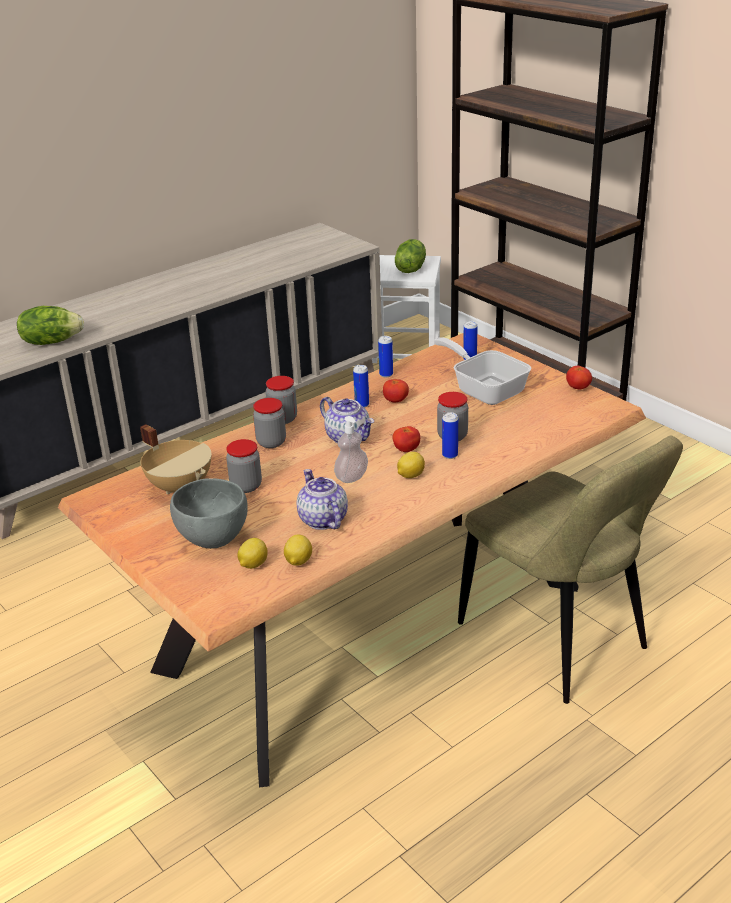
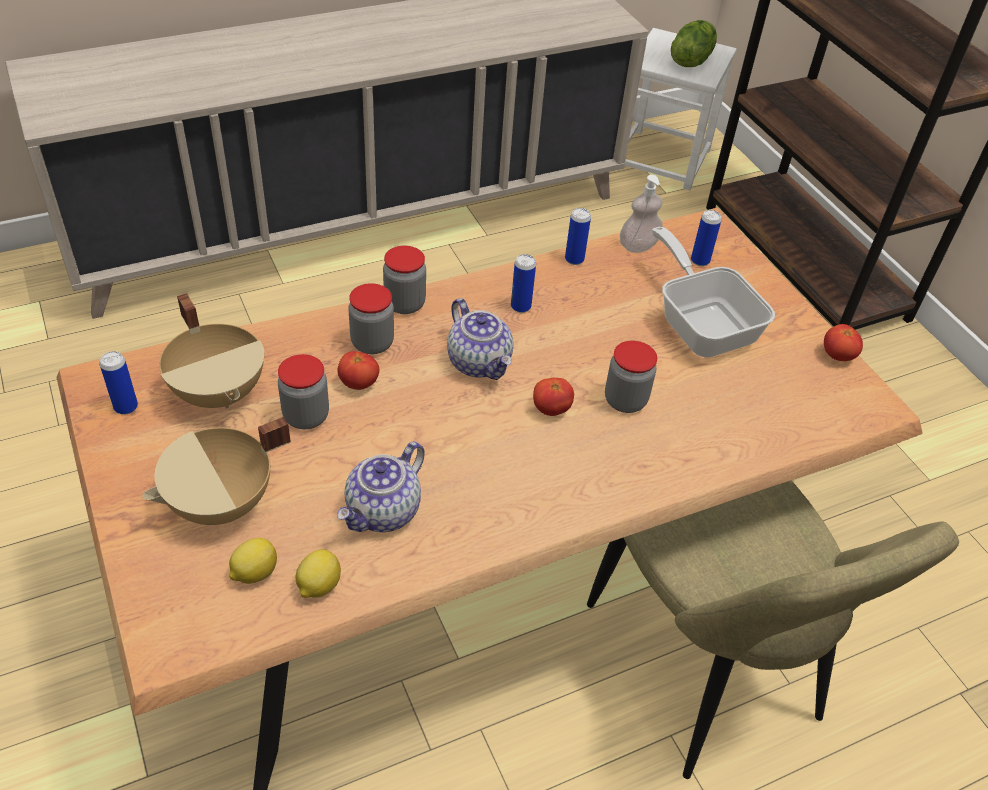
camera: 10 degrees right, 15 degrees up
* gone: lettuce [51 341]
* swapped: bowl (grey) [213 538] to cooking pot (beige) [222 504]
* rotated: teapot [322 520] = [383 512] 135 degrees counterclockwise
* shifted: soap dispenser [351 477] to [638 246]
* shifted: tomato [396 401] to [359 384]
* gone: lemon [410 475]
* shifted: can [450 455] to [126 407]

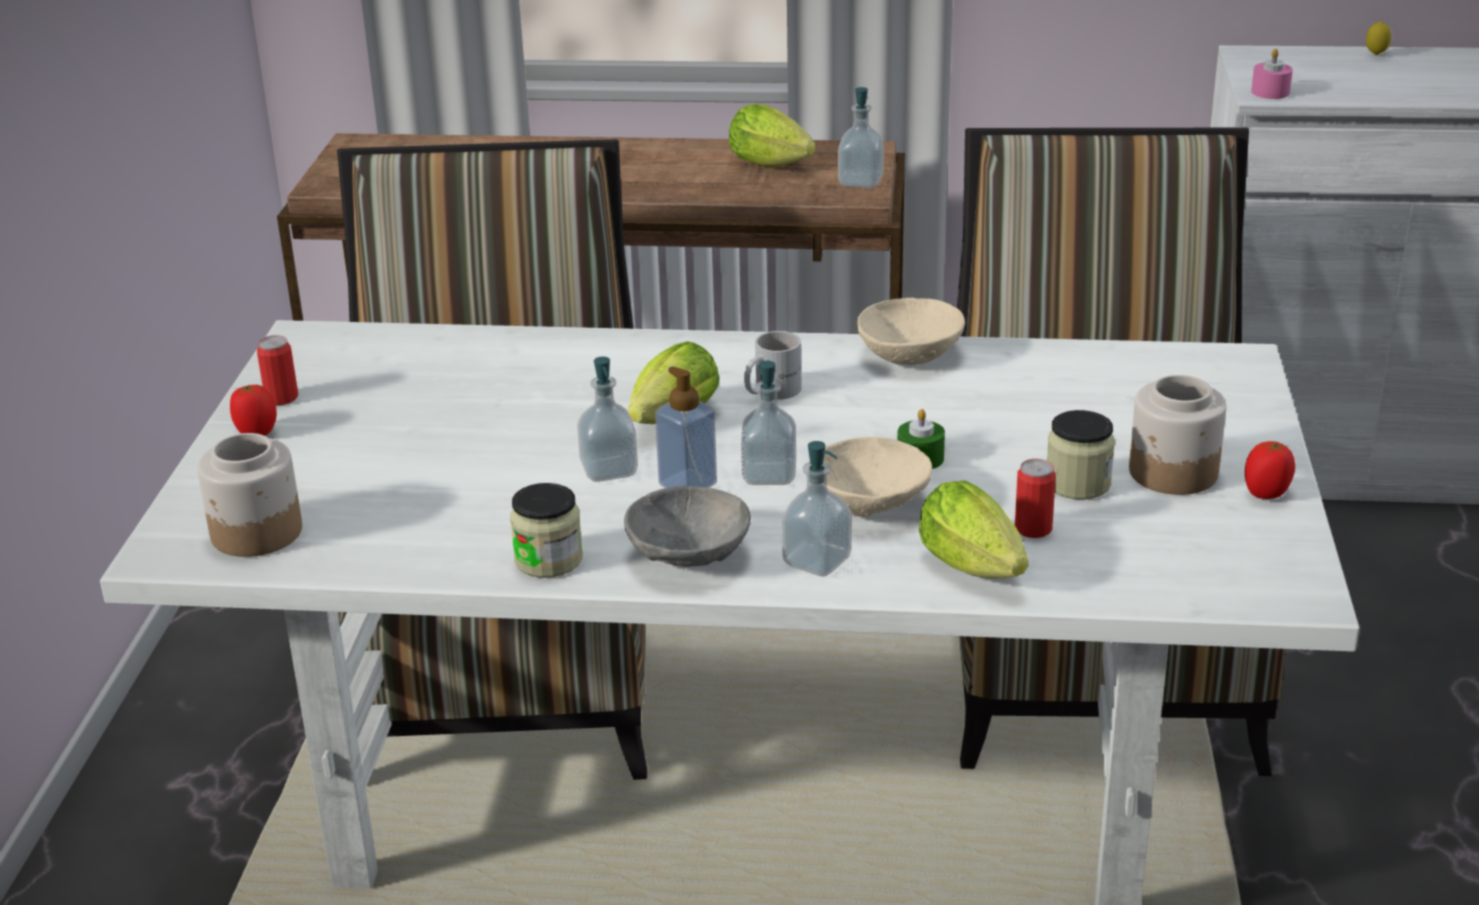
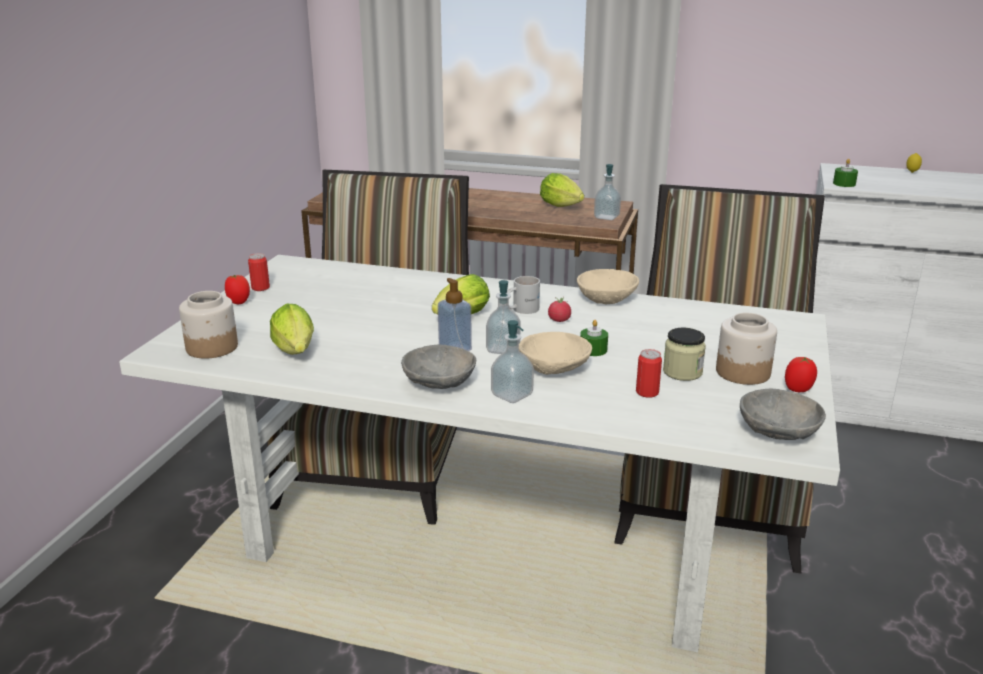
camera: 10 degrees right, 5 degrees down
* gone: jar [548 560]
* gone: soap dispenser [609 470]
* shifted: lettuce [977 570] to [296 352]
* repainted: candle (pink) [1270 92] to candle (green) [844 184]
* new: tomato [559 320]
* new: bowl (grey) [778 435]

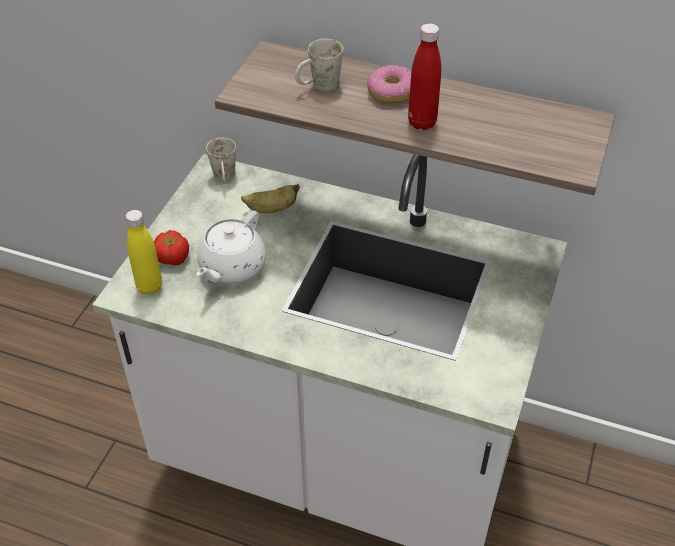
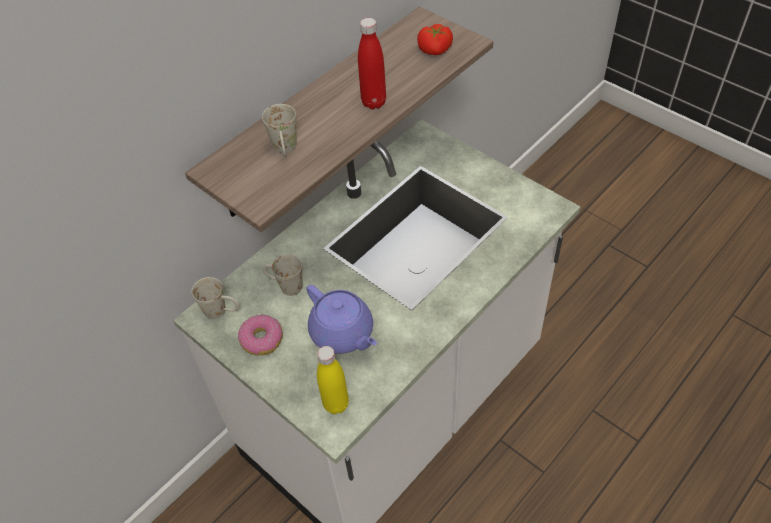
camera: 65 degrees left, 5 degrees up
* shifted: tomato [172 257] to [435 50]
* repainted: teapot (white) [231 267] to teapot (purple) [343 333]
* swapped: banana [271 209] to mug (white) [284 285]
* shifted: donut [391 92] to [261 339]

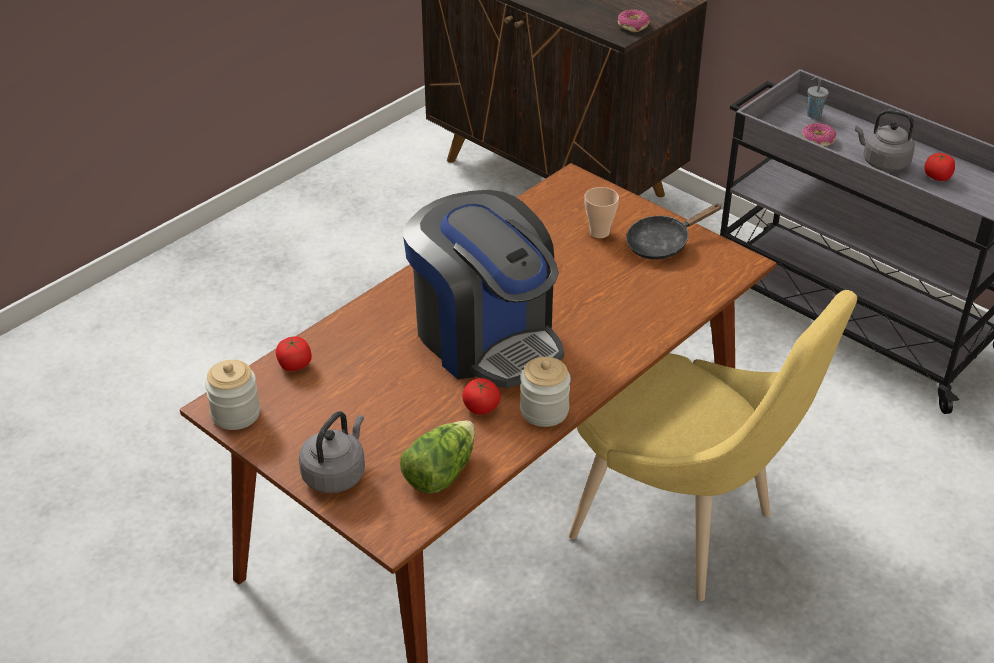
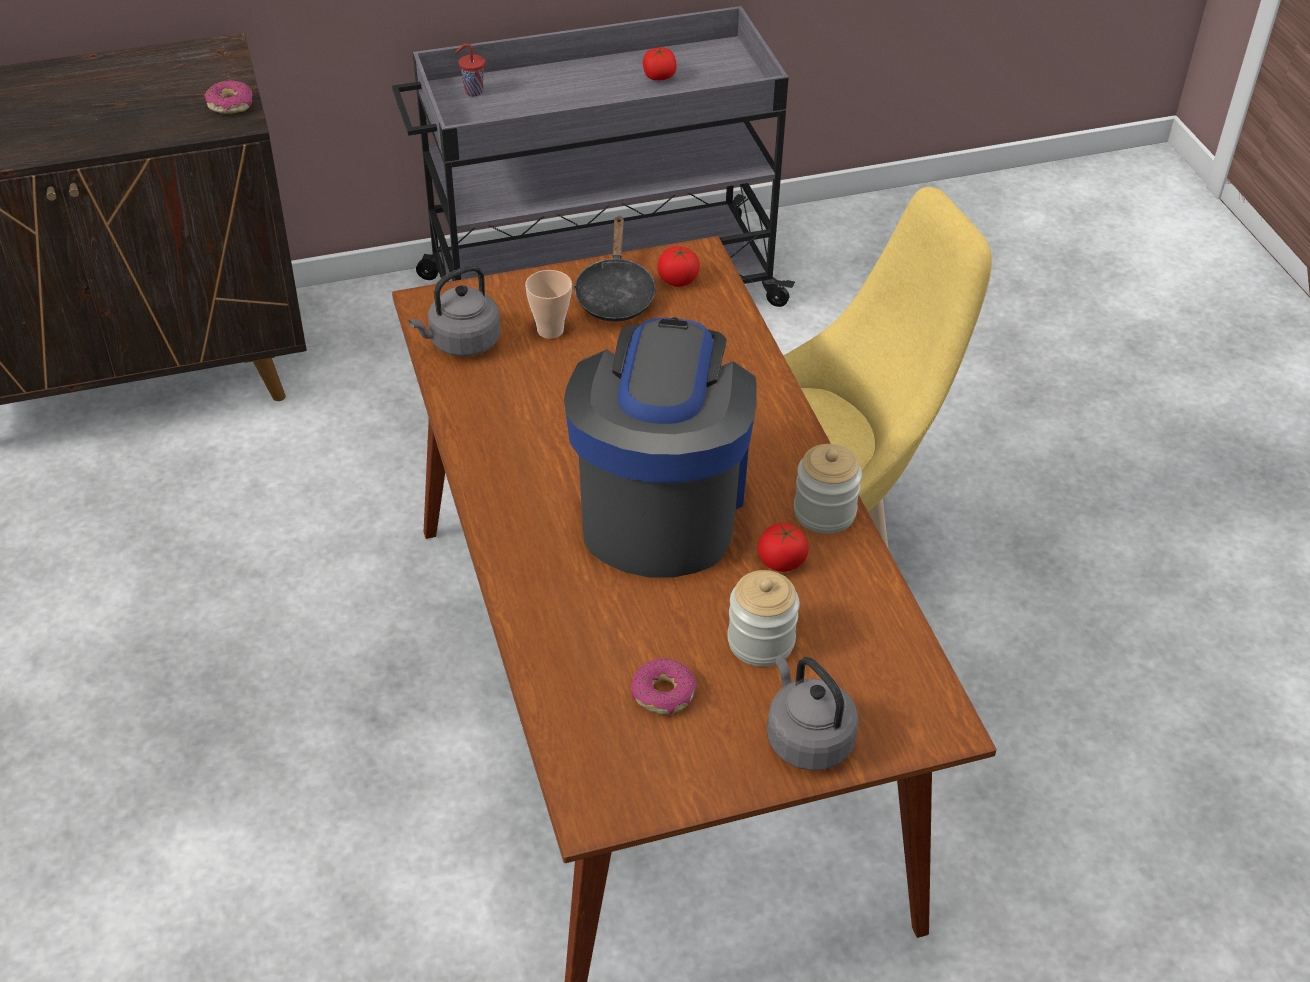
camera: 60 degrees left, 5 degrees up
* shifted: jar [235 414] to [760 642]
* shifted: tomato [294 365] to [678 280]
* gone: lettuce [440 472]
* rotated: coffee machine [486 337] = [660 504] 75 degrees counterclockwise
* shifted: donut [817 140] to [663 694]
* repainted: cup (grey) [813 114] to cup (red) [472 92]
* shifted: kettle (grey) [882 162] to [461 343]

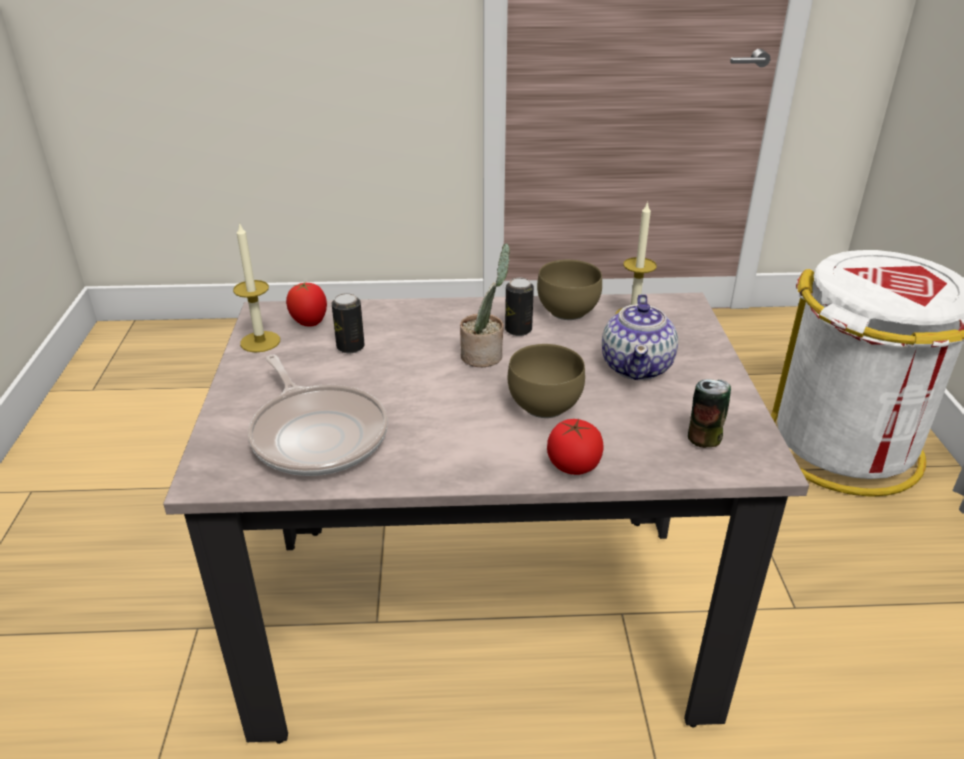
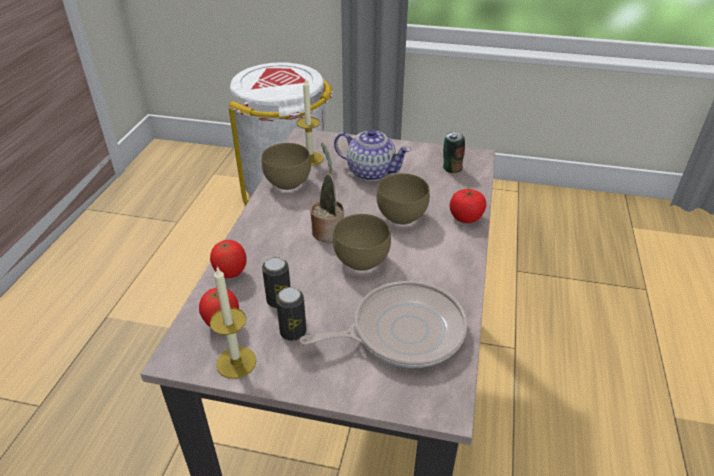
camera: 75 degrees left, 5 degrees up
* shifted: can [518 330] to [293 332]
* new: tomato [230 274]
* new: bowl (brown) [363 261]

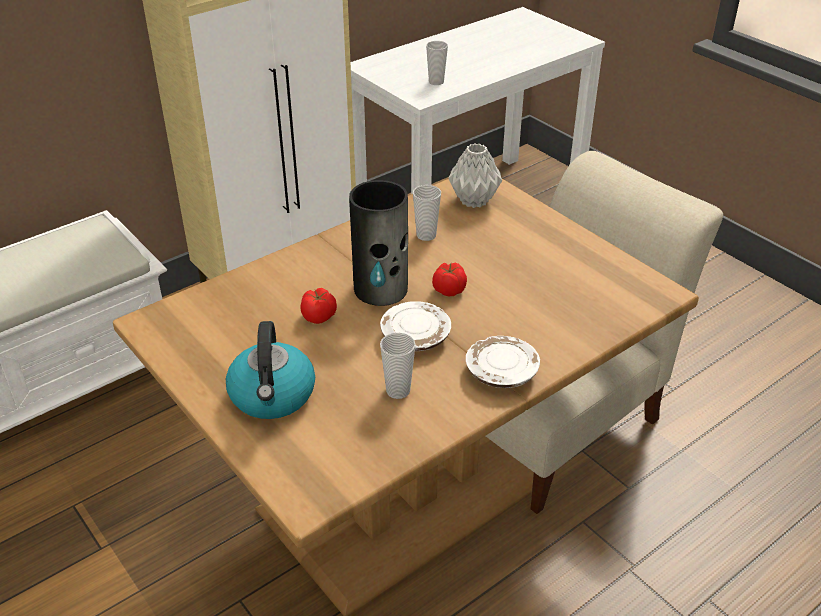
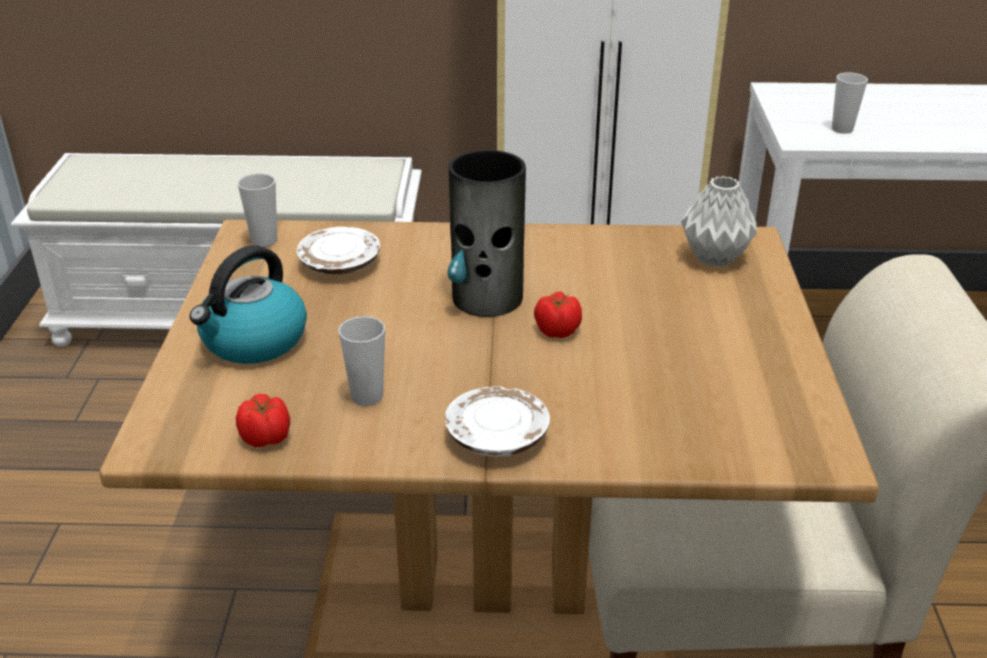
camera: 40 degrees right, 5 degrees down
* shifted: tomato [319 316] to [267 438]
* shifted: plate (white) [416 336] to [340 264]
* shifted: cup [426 235] to [264 241]

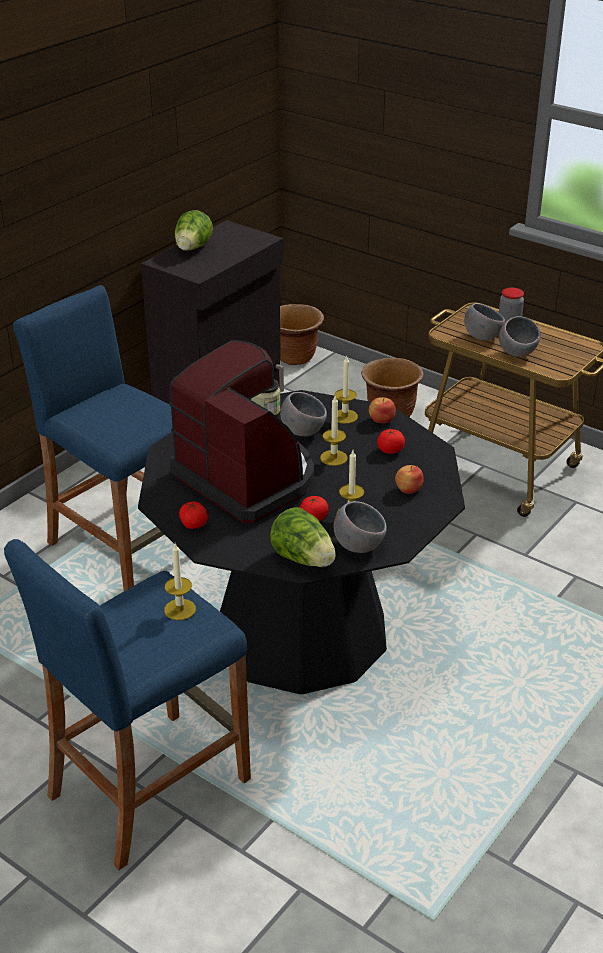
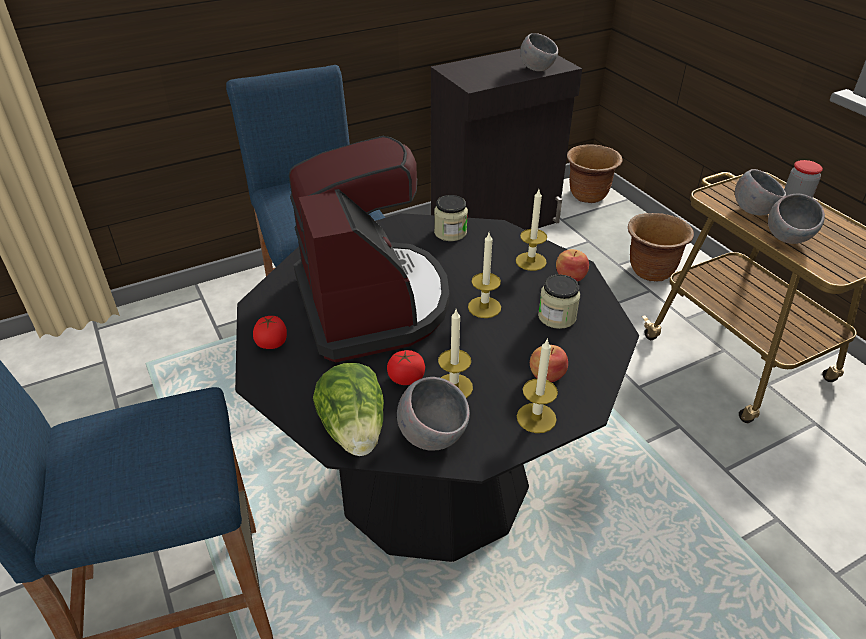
camera: 25 degrees right, 5 degrees up
* shifted: candle [180 609] to [536 418]
* gone: lettuce [192 248]
* shifted: bowl (grey) [302 431] to [536 69]
* swapped: tomato [390 450] to jar [557 317]

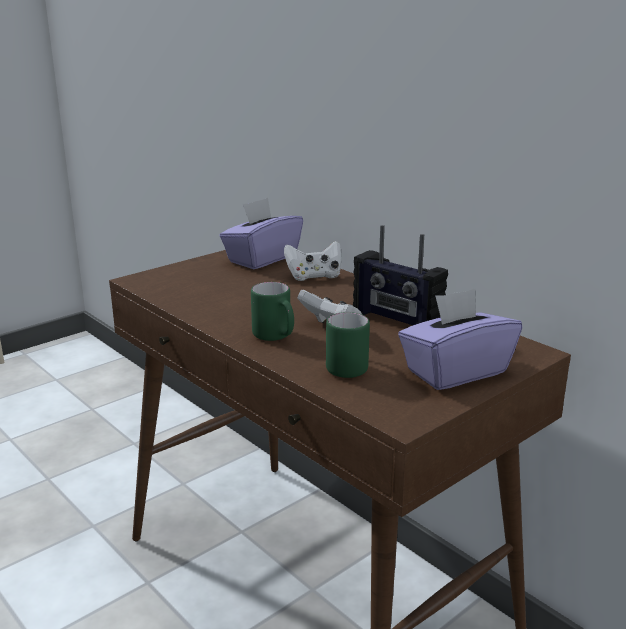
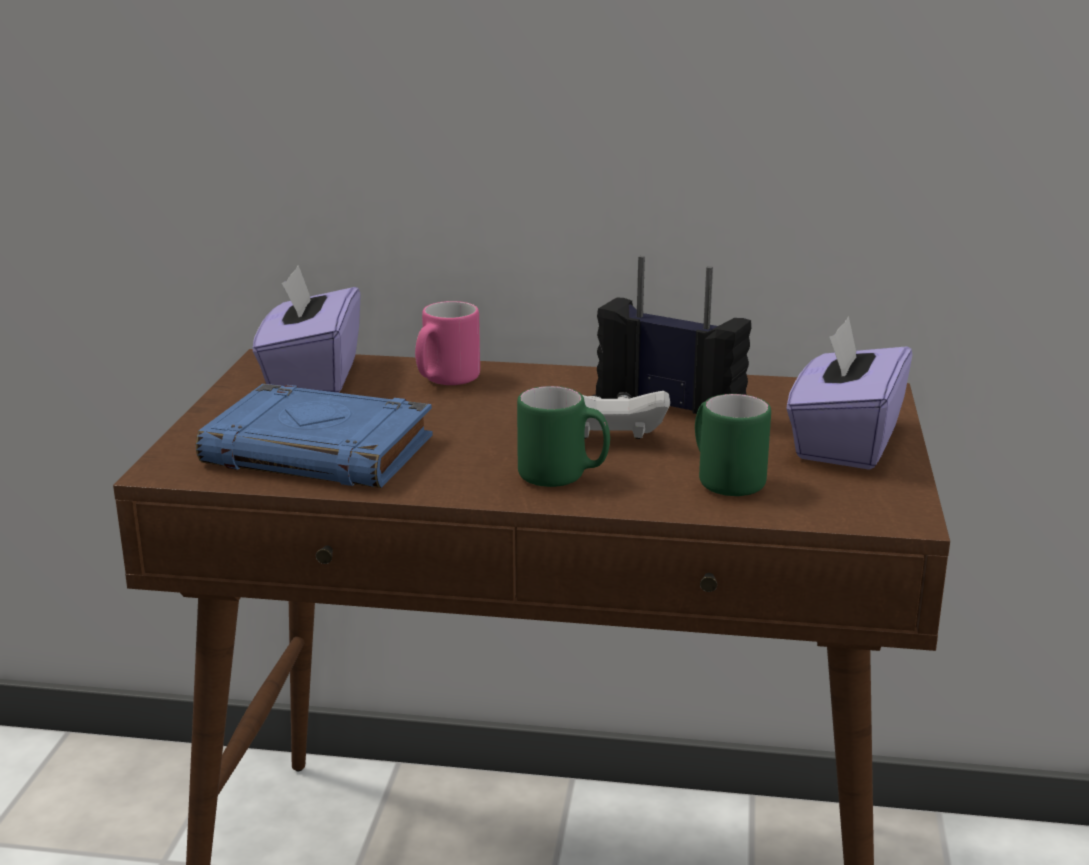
camera: 40 degrees left, 0 degrees up
* swapped: game controller (white) [314 277] to mug (pink) [445 381]
* rotated: radio [396 322] = [670 408] 150 degrees counterclockwise
* new: book (blue) [321 451]

